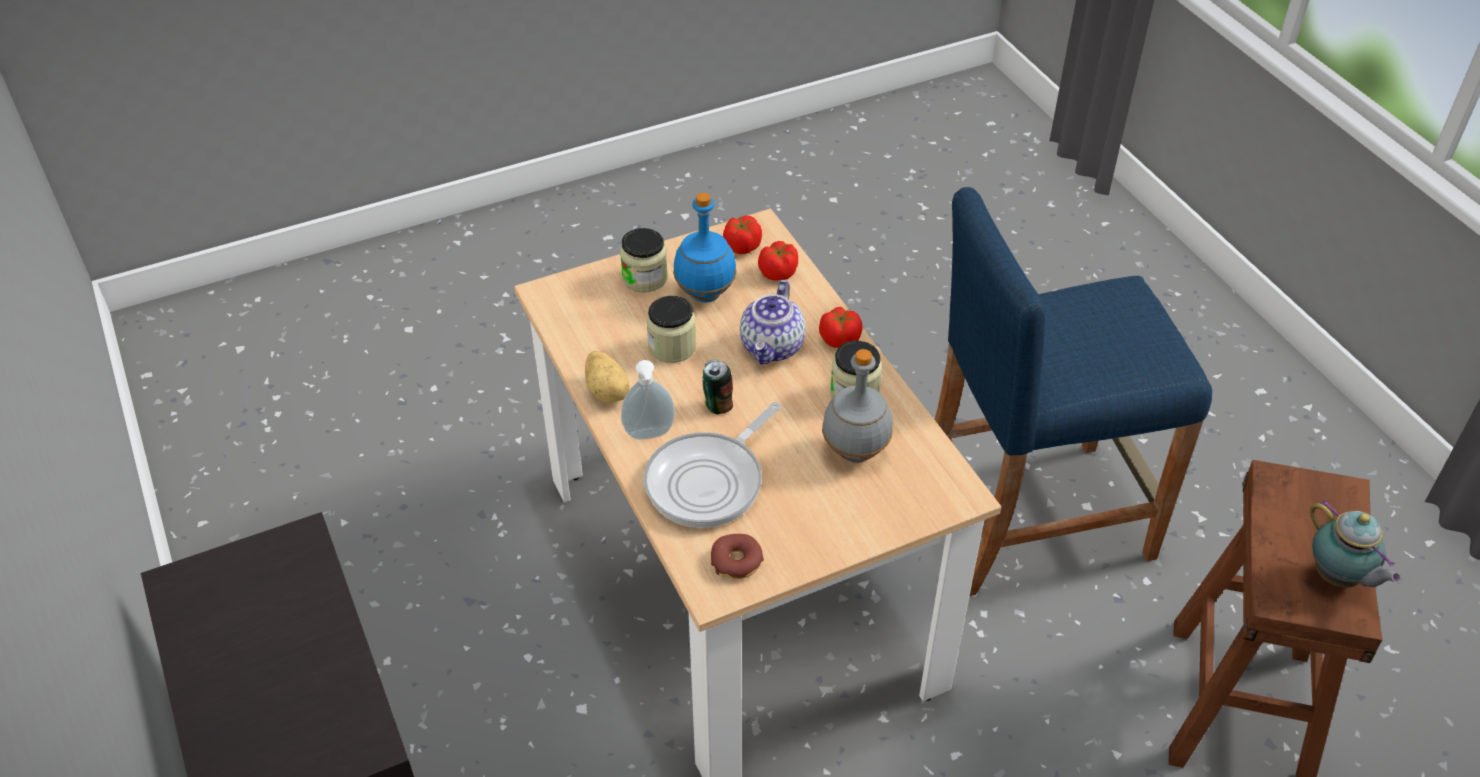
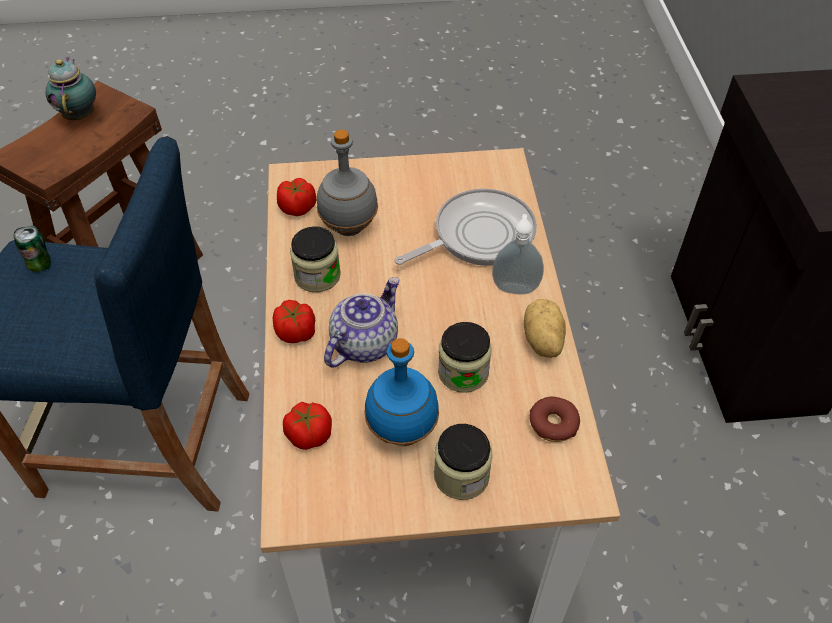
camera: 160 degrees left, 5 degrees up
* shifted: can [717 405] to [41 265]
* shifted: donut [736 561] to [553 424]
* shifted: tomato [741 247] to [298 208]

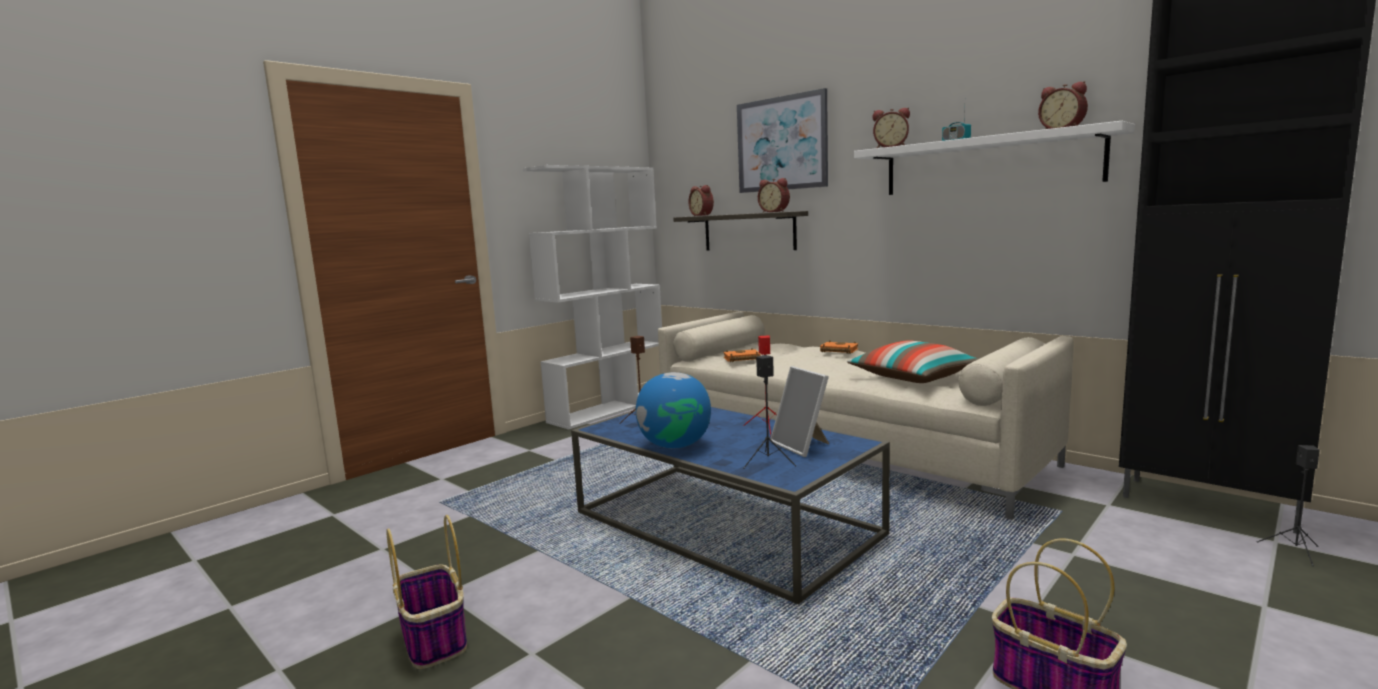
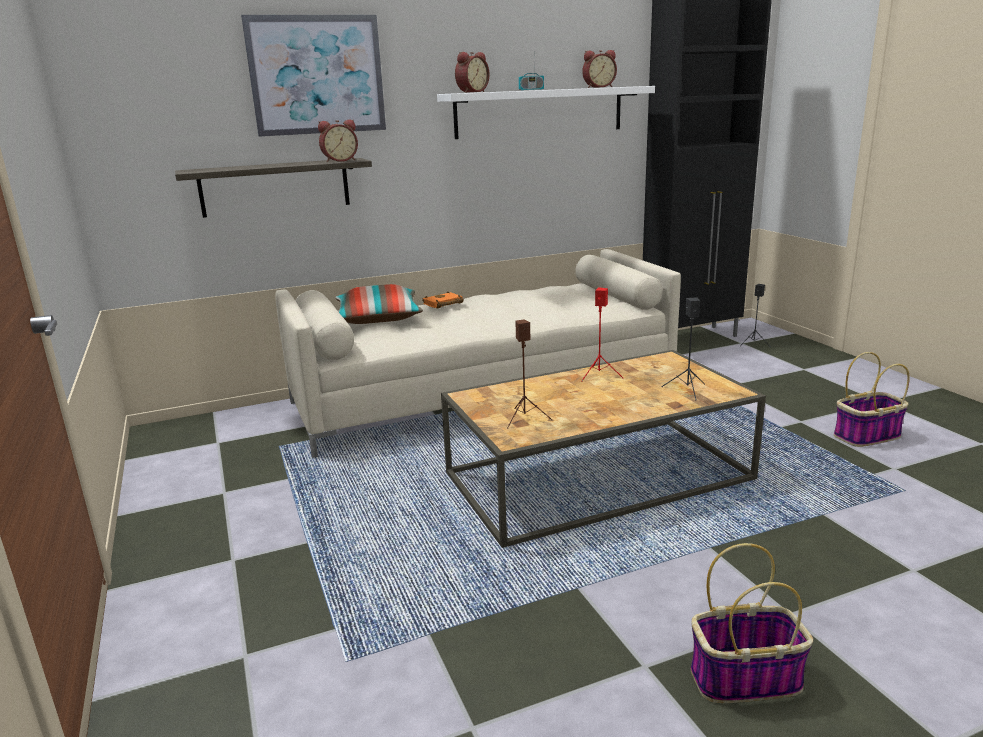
camera: 65 degrees left, 10 degrees up
* gone: bookcase (white) [609 409]
* repainted: coffee table (blue) [725 523] to coffee table (brown) [597 476]
* gone: globe [675 445]
* gone: alarm clock [703 215]
* gone: book (orange) [741 359]
* gone: picture frame [802 446]
* shifted: pillow [912 378] to [378 319]

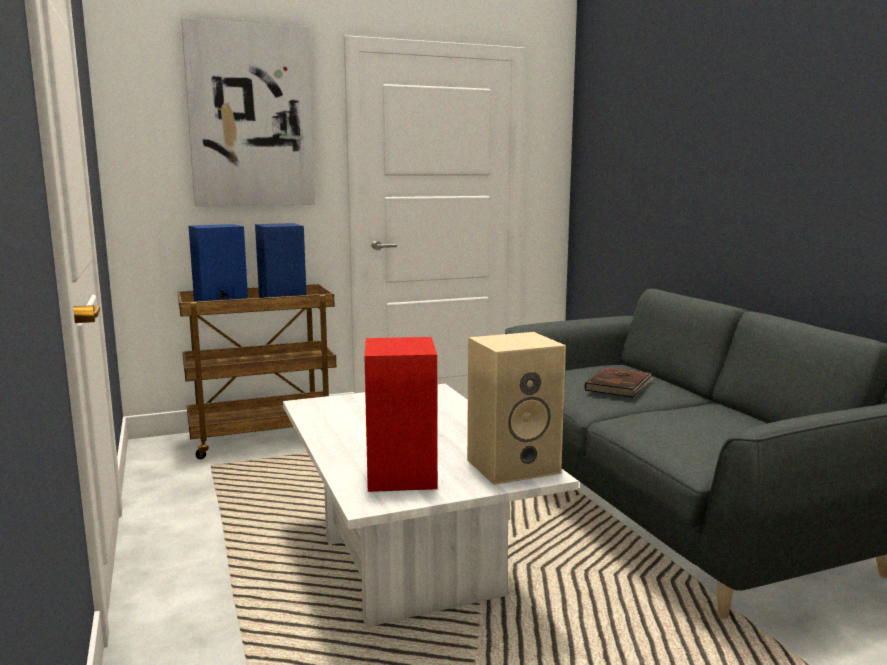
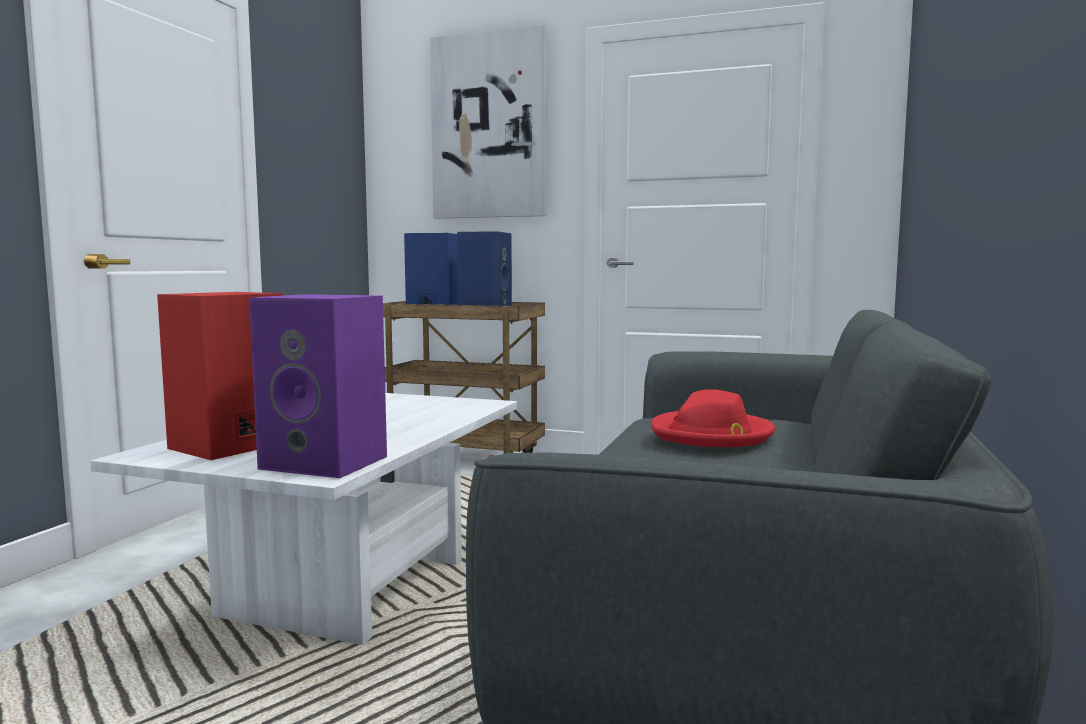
camera: 40 degrees right, 5 degrees down
* repainted: speaker (beige) [514 465] to speaker (purple) [328 462]
* swapped: book (brown) [619 385] to hat (red) [711 434]

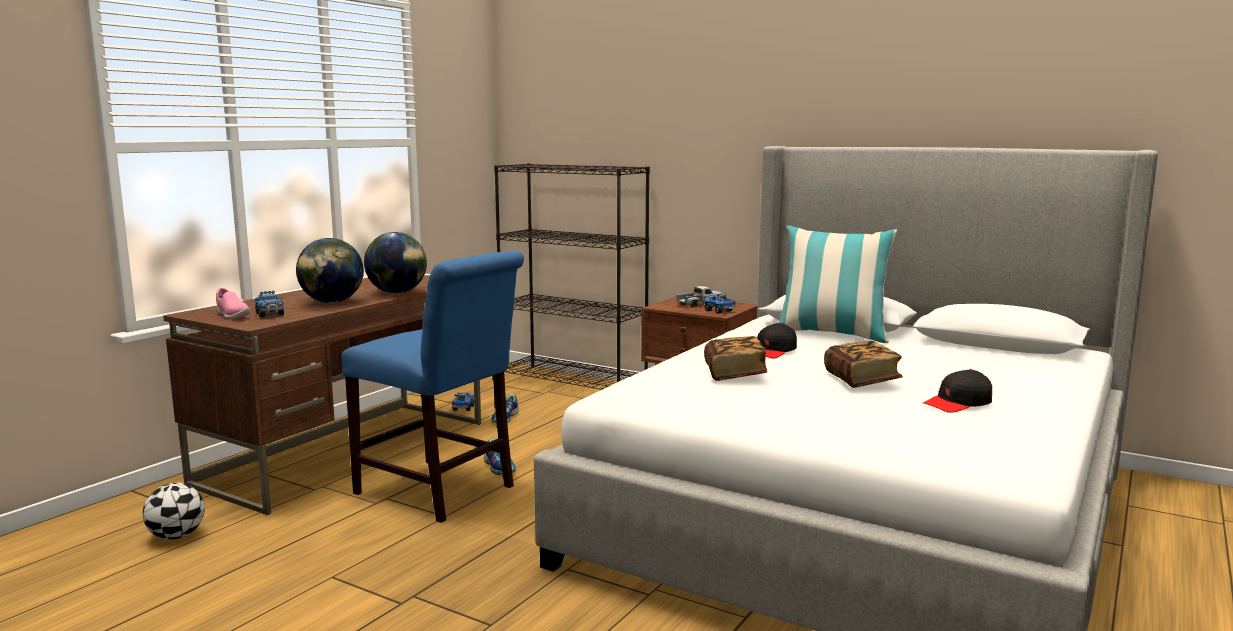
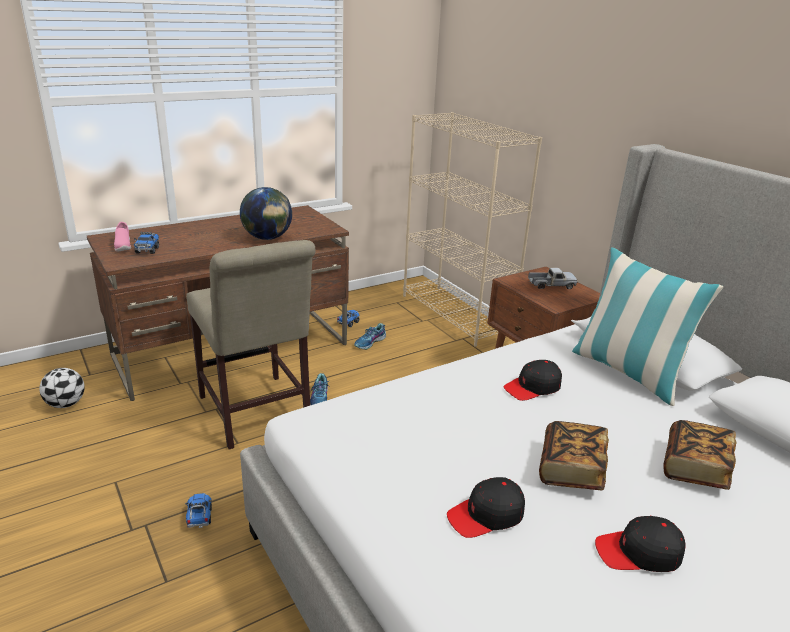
camera: 25 degrees right, 15 degrees up
* gone: globe [332 302]
* repainted: chair (blue) [440 492] to chair (beige) [256 414]
* repainted: bookcase (black) [574 383] to bookcase (beige) [456 314]
* shifted: toy truck [719 311] to [199 518]
* shifted: book [734 374] to [695 468]
* new: cap (black) [486 515]

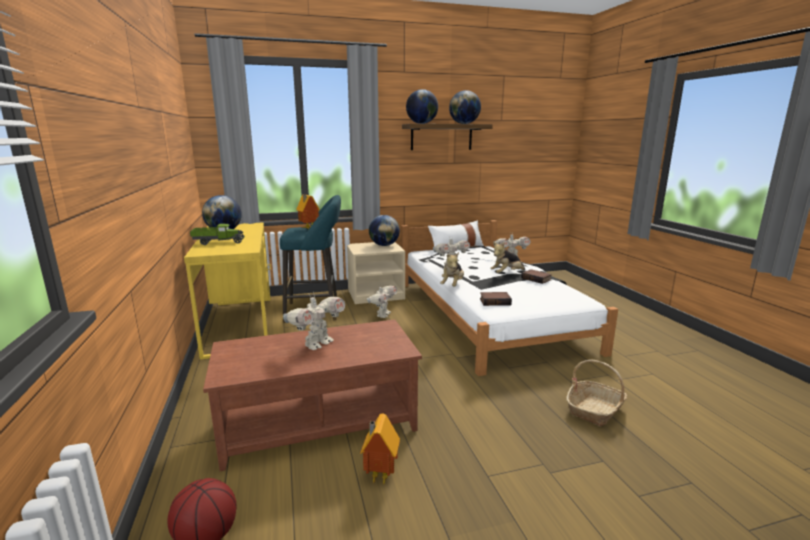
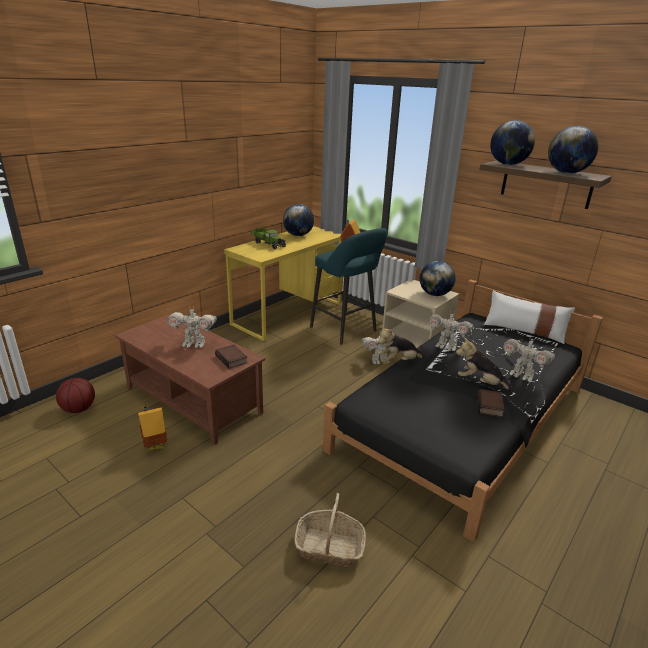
camera: 55 degrees right, 10 degrees up
* repainted: bed (white) [486 314] to bed (black) [464 417]
* shifted: book [495 301] to [232 359]

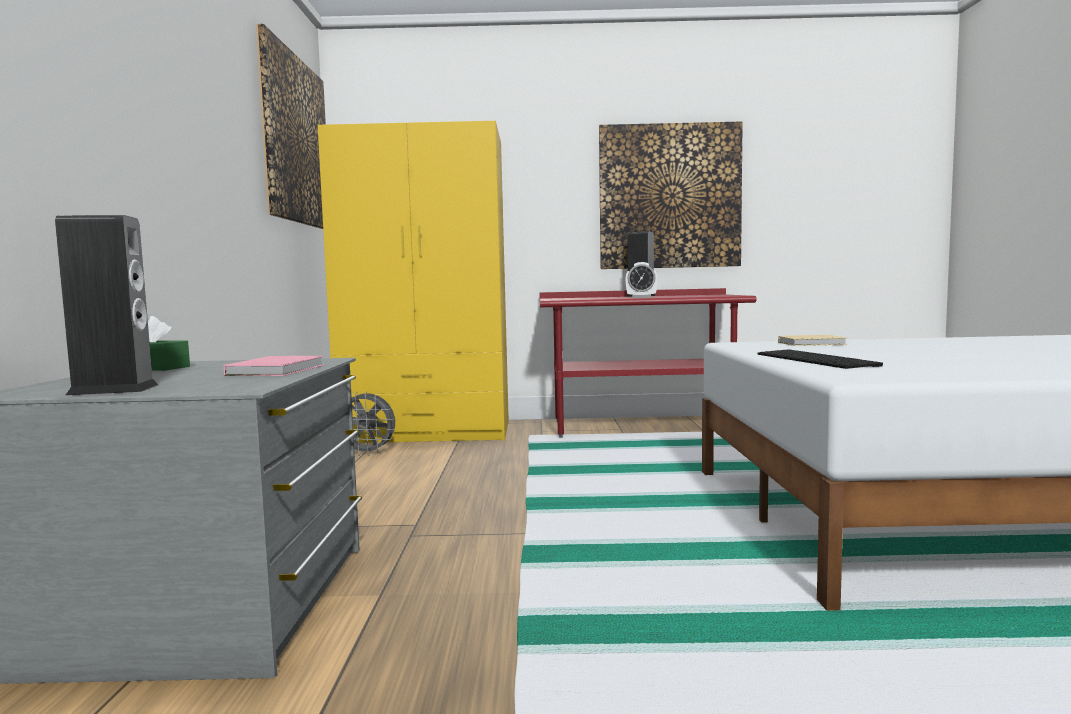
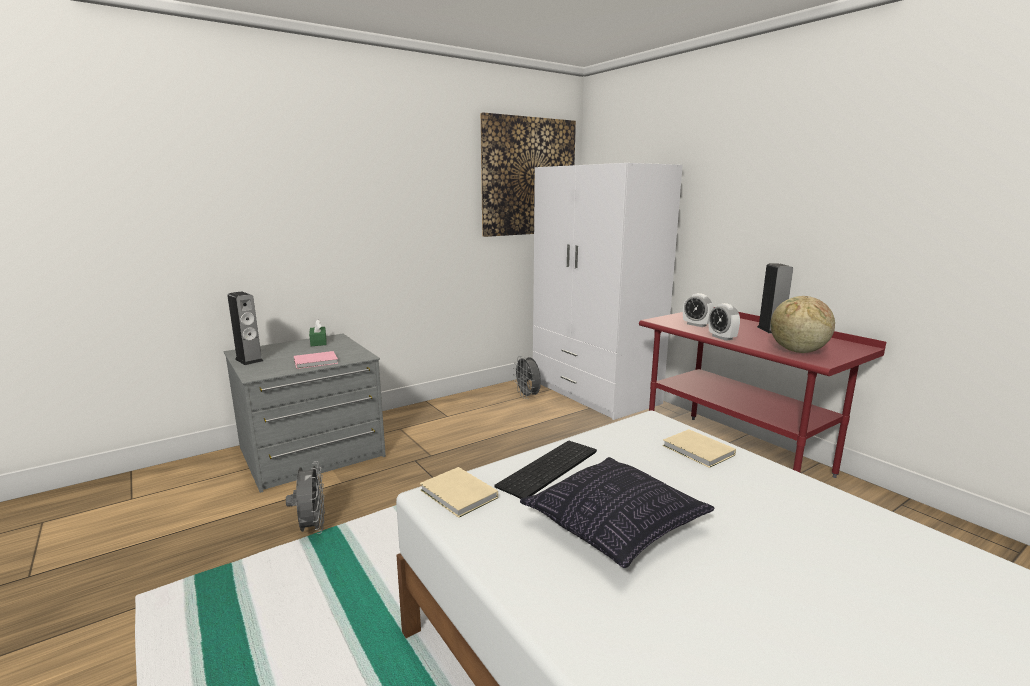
camera: 55 degrees right, 10 degrees up
* repainted: wardrobe (yellow) [428 432] to wardrobe (white) [594 392]
* gone: picture [669 196]
* new: fan (grey) [312 528]
* new: book (beige) [459 495]
* new: pillow [614 526]
* new: alarm clock [696 325]
* new: globe [797 351]

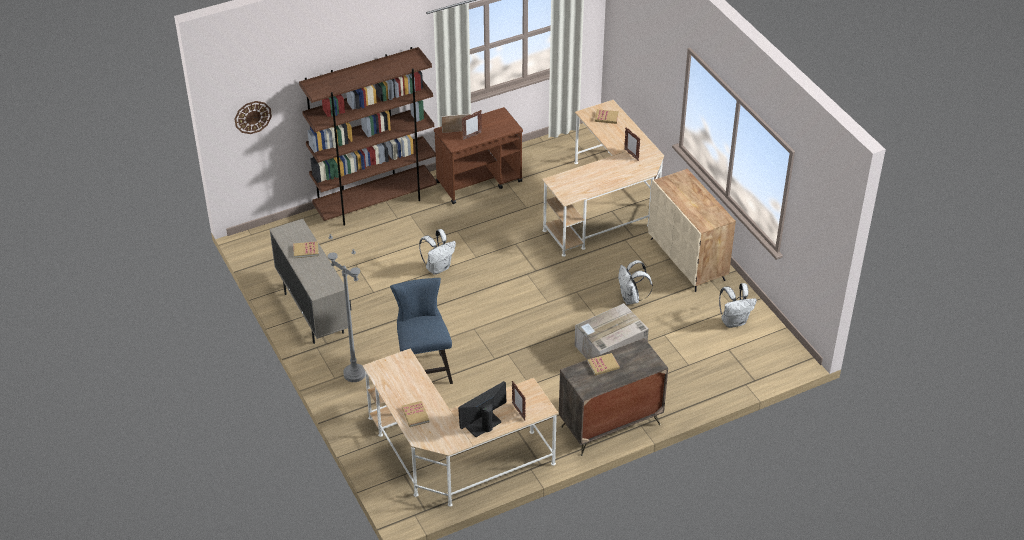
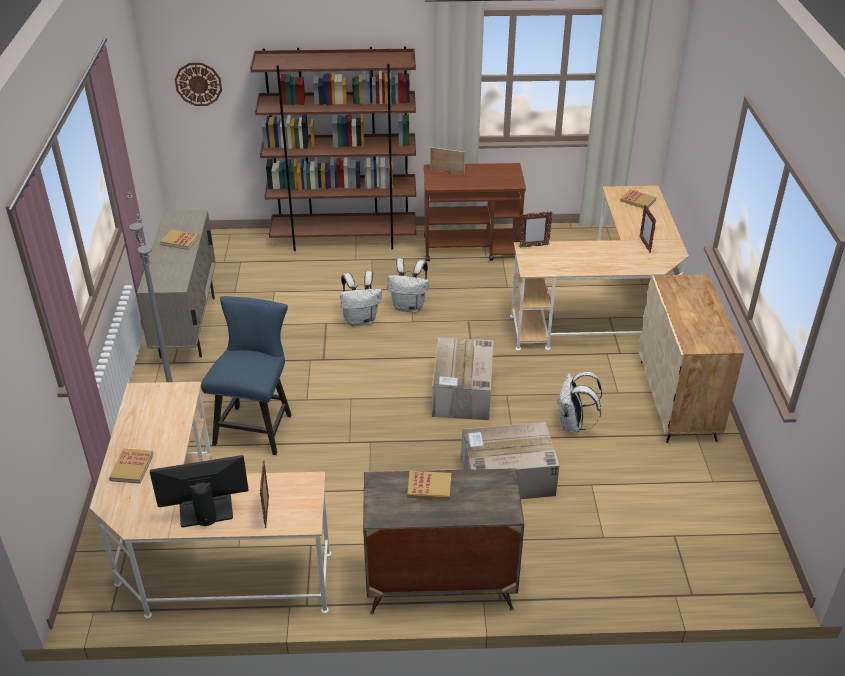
camera: 25 degrees right, 5 degrees down
* shifted: picture frame [471 136] to [533 246]
* shifted: backpack (white) [734 321] to [409 306]
* new: cardboard box [462 393]

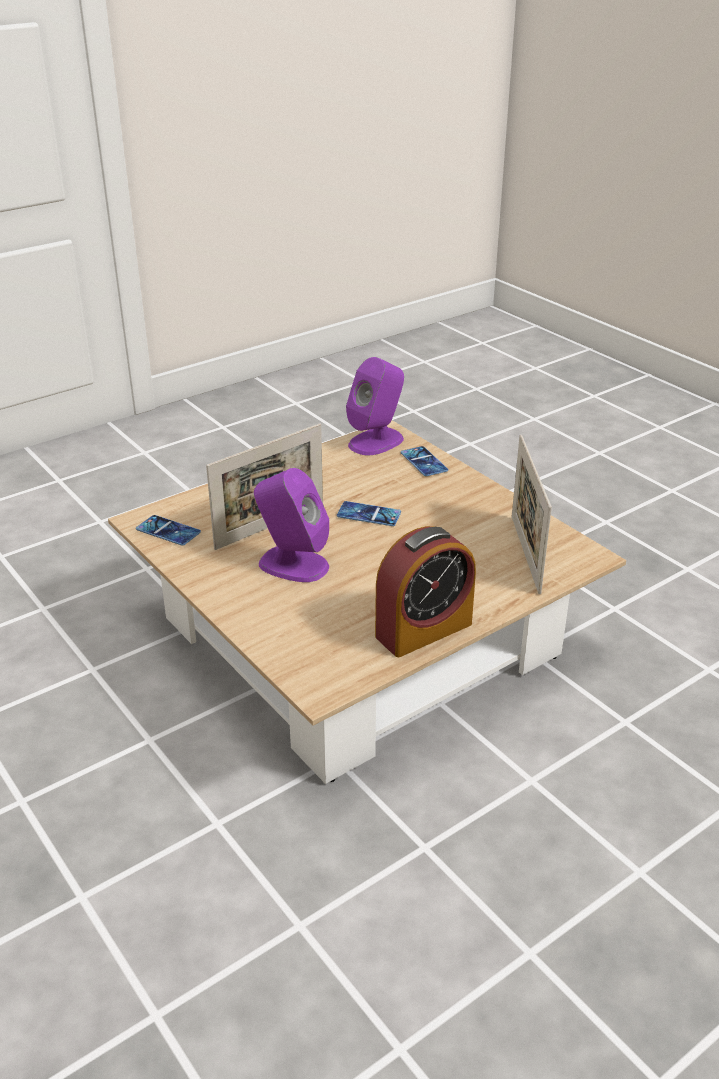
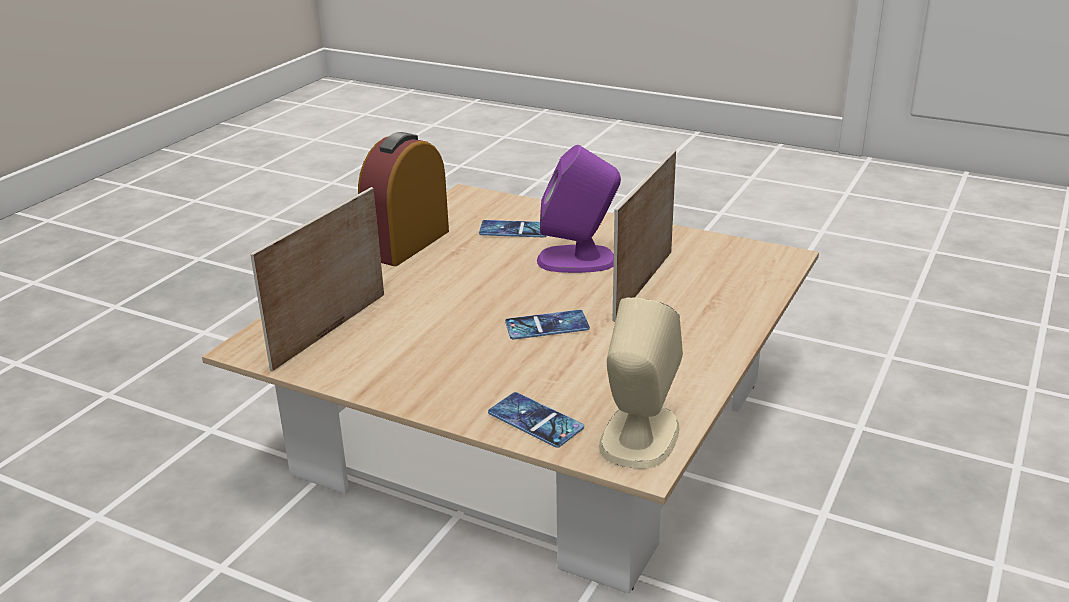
camera: 155 degrees right, 5 degrees down
* shifted: phone [168 531] to [513 230]
* repainted: speaker (purple) [376 441] to speaker (beige) [639 437]
* rotated: picture frame [525 553] = [330 331] 120 degrees counterclockwise

